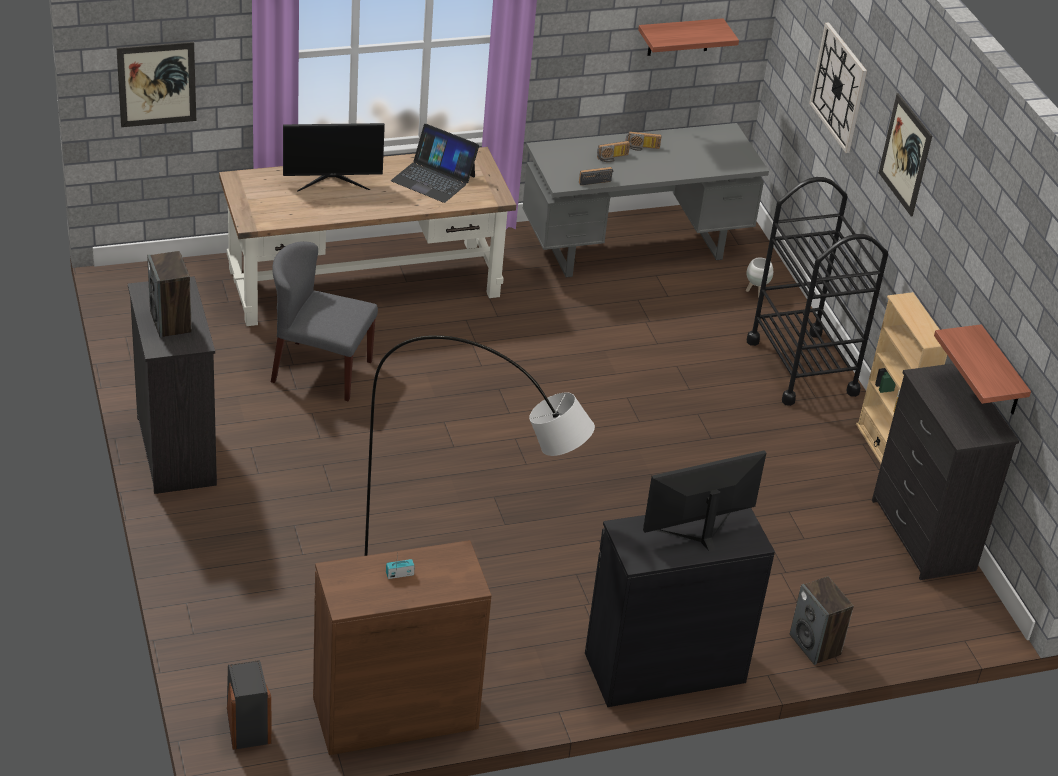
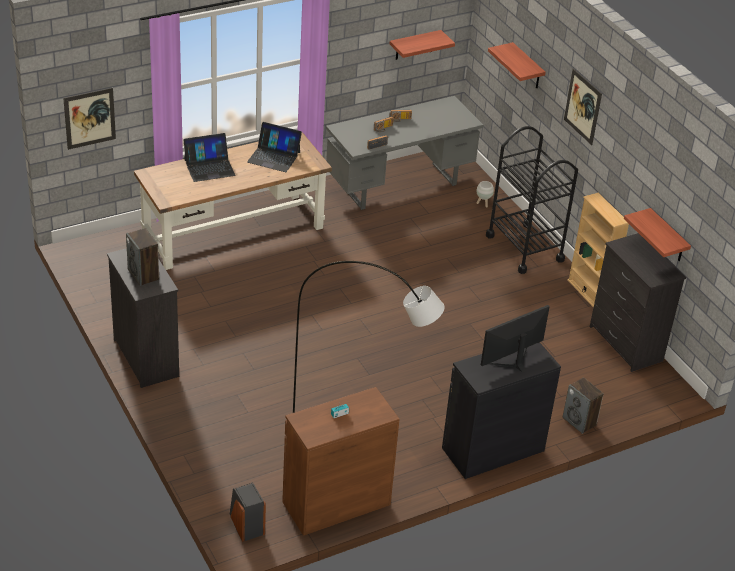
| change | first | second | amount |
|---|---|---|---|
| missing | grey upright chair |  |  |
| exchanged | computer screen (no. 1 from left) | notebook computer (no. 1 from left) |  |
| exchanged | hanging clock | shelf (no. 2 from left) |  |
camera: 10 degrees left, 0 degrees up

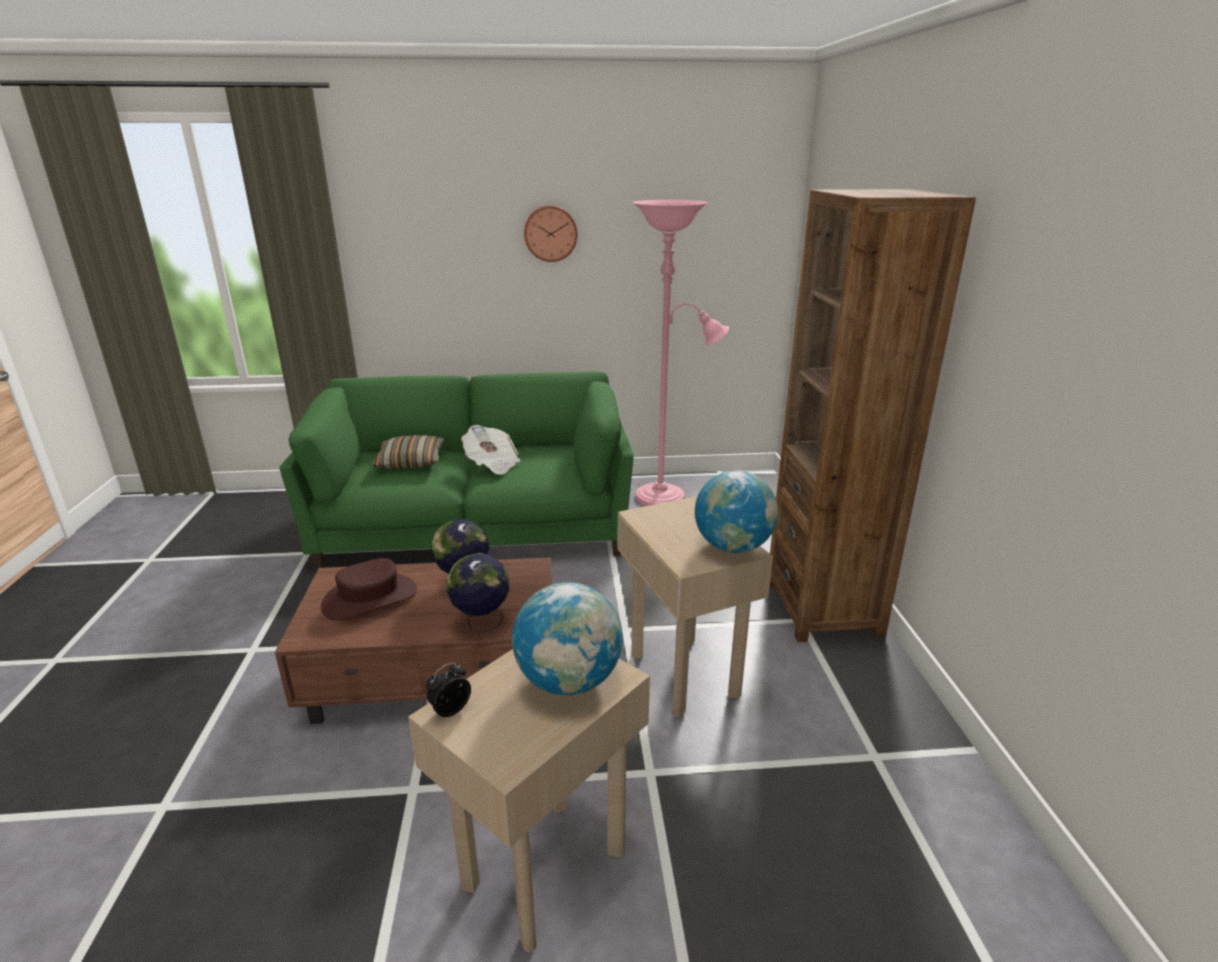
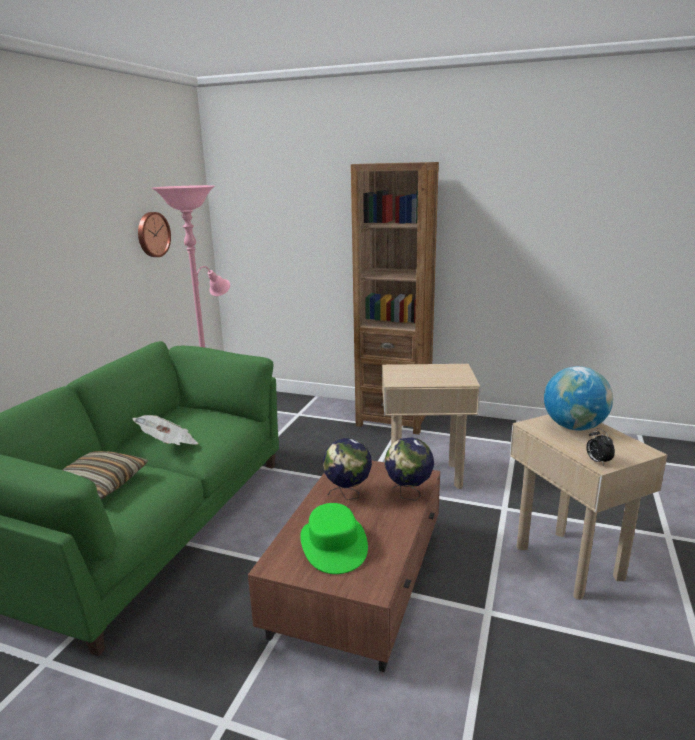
| change | first | second | amount |
|---|---|---|---|
| colour | brown-coloured wearable hat | green-coloured wearable hat |  |
| relocated | hanging clock |  |  |
| missing | world globe (no. 4 from left) |  |  |
camera: 65 degrees left, 5 degrees down

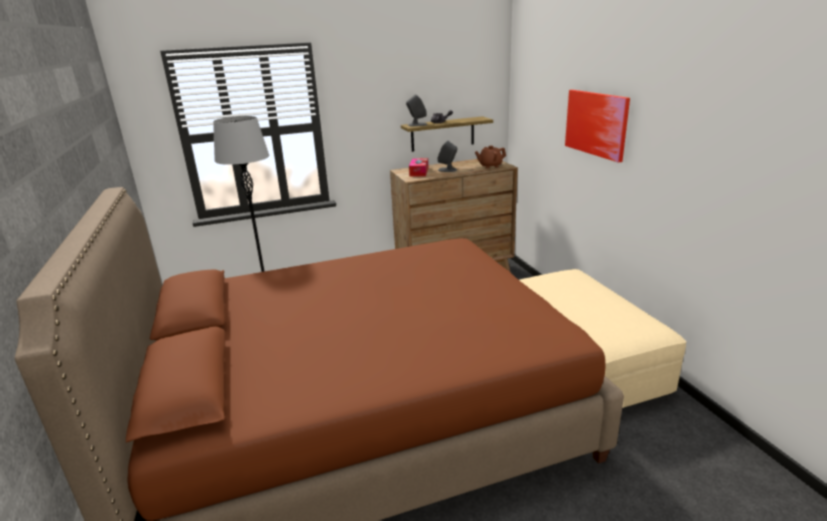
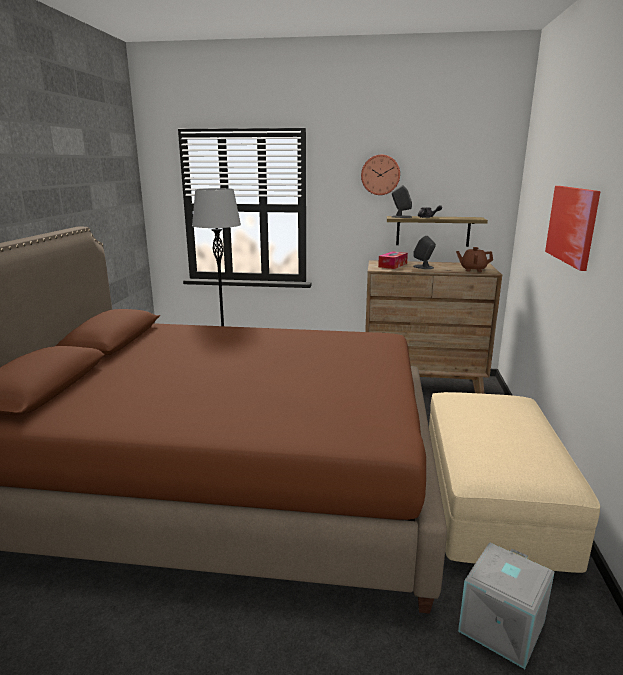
| change | first | second | amount |
|---|---|---|---|
| appeared |  | hanging clock |  |
| appeared |  | grey storage bin |  |
camera: 25 degrees right, 5 degrees down

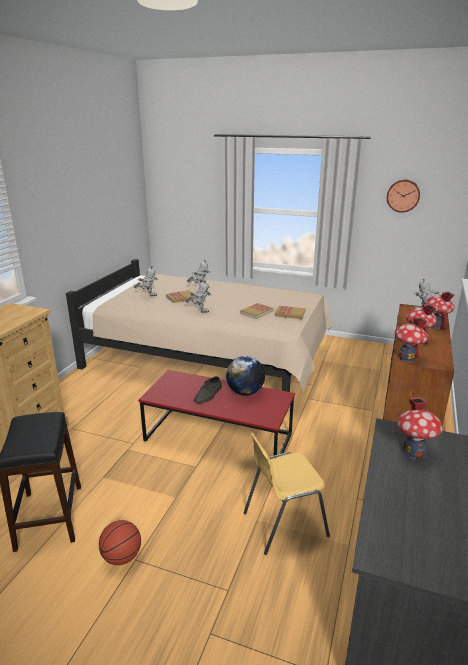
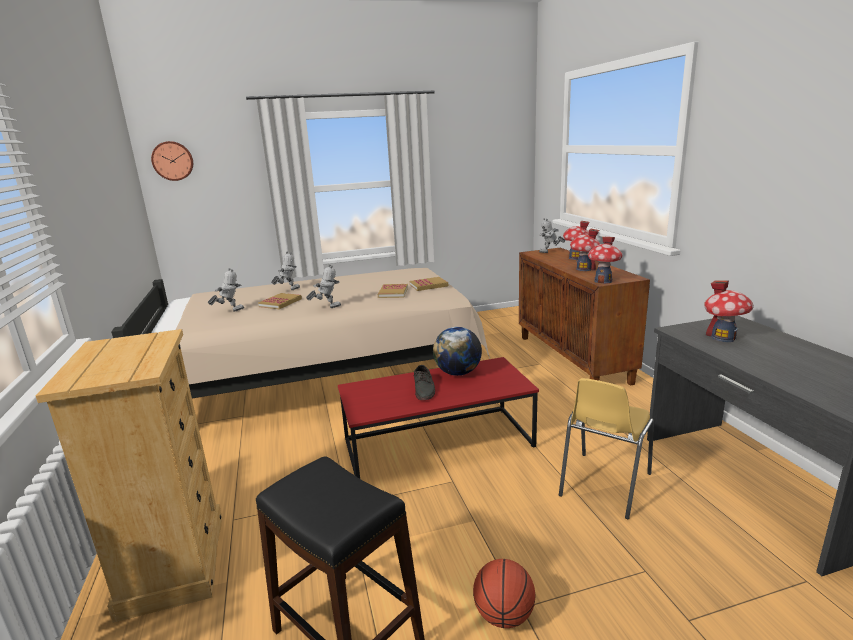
| change | first | second | amount |
|---|---|---|---|
| relocated | hanging clock |  |  |
camera: 35 degrees left, 5 degrees down

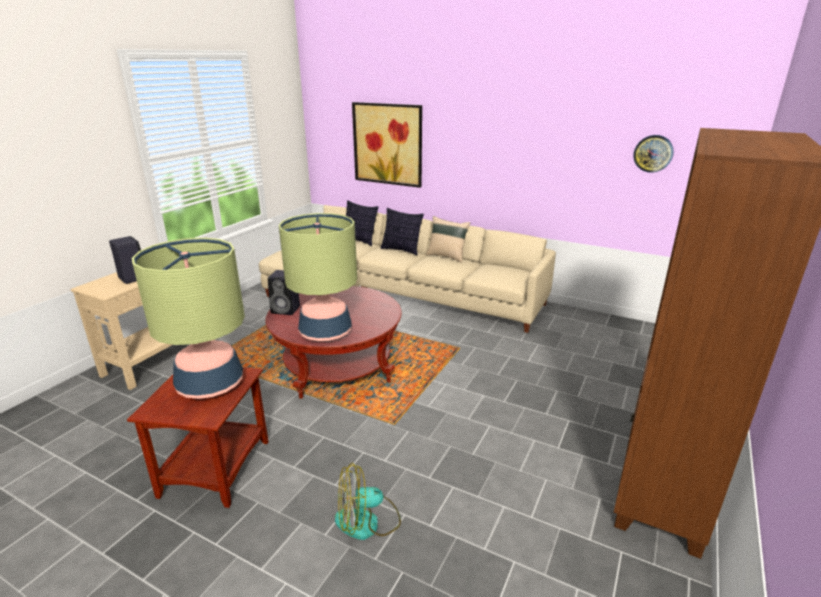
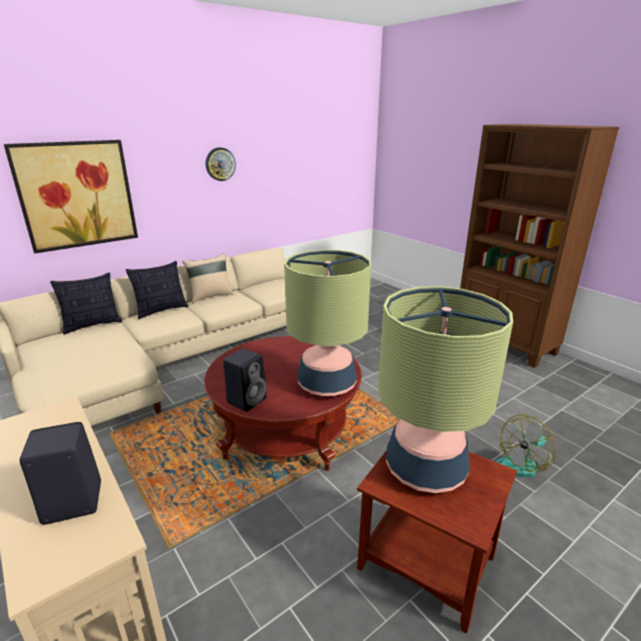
| change | first | second | amount |
|---|---|---|---|
| spun | electric fan |  | 45 degrees clockwise |
| relocated | hanging clock |  |  |
camera: 65 degrees left, 0 degrees up

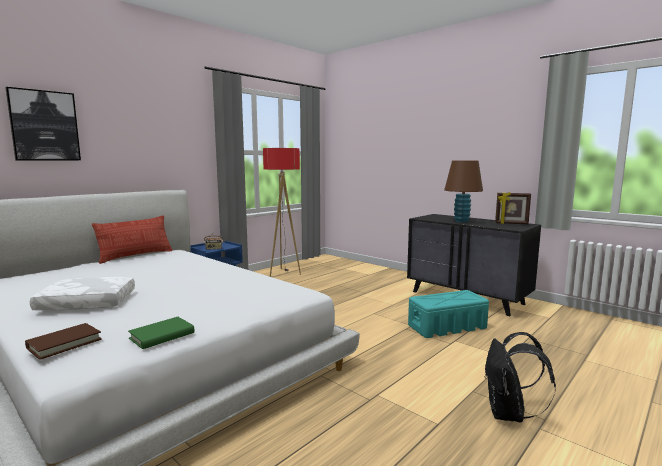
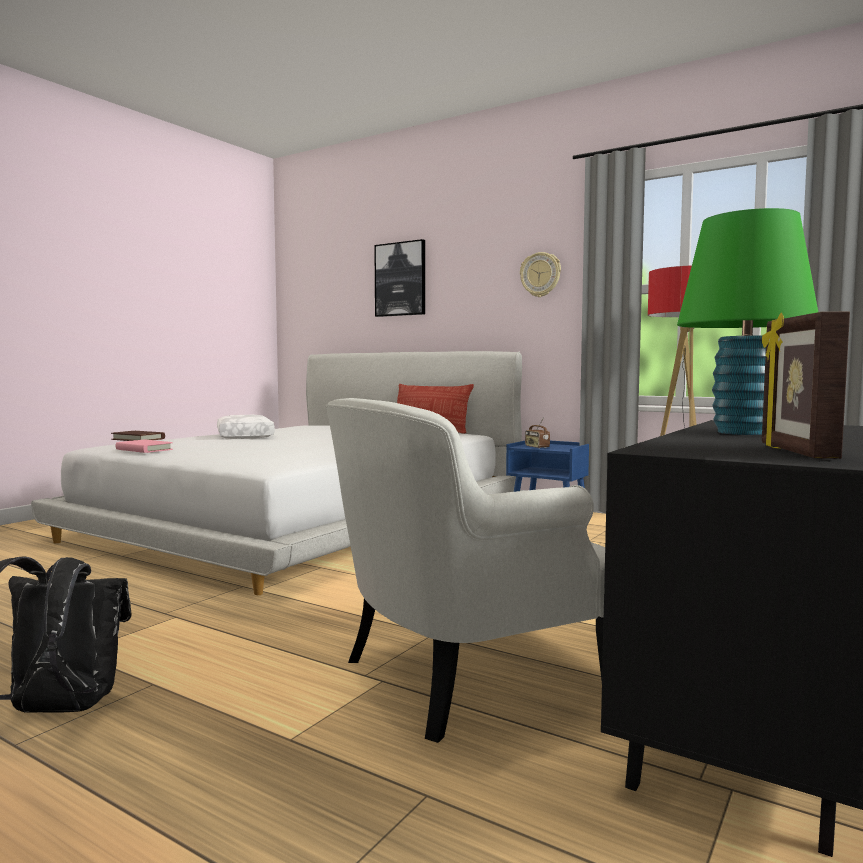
| change | first | second | amount |
|---|---|---|---|
| colour | green-coloured bound book | pink-coloured bound book |  |
| exchanged | turquoise-coloured storage bin | whitish easy chair |  |
| colour | brown-coloured lamp for a table | green-coloured lamp for a table |  |
| appeared |  | hanging clock |  |
camera: 80 degrees right, 5 degrees down

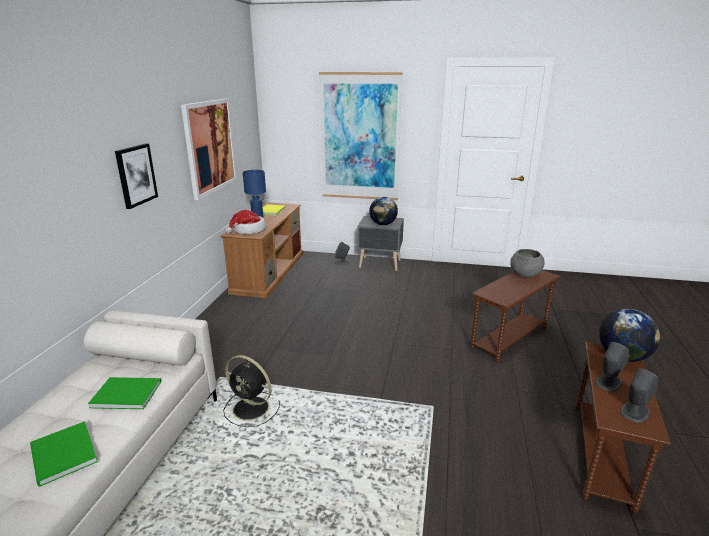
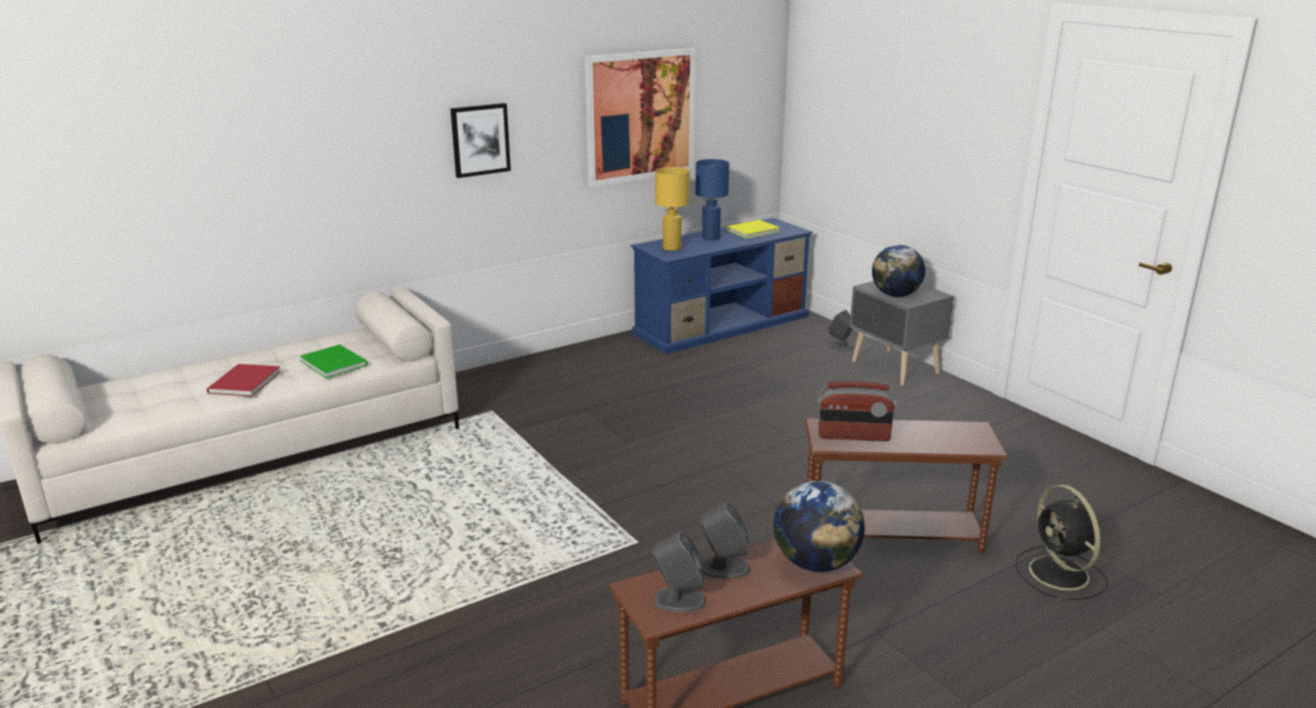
| change | first | second | amount |
|---|---|---|---|
| colour | green-coloured bound book (no. 1 from left) | red bound book |  |
| colour | brown-coloured tv stand | bluish tv stand |  |
| relocated | black electric fan |  |  |
| exchanged | wearable hat | yellow lamp for a table |  |
| missing | picture (no. 3 from left) |  |  |
| missing | grey bowl |  |  |
| appeared |  | radio receiver |  |
camera: 45 degrees right, 0 degrees up

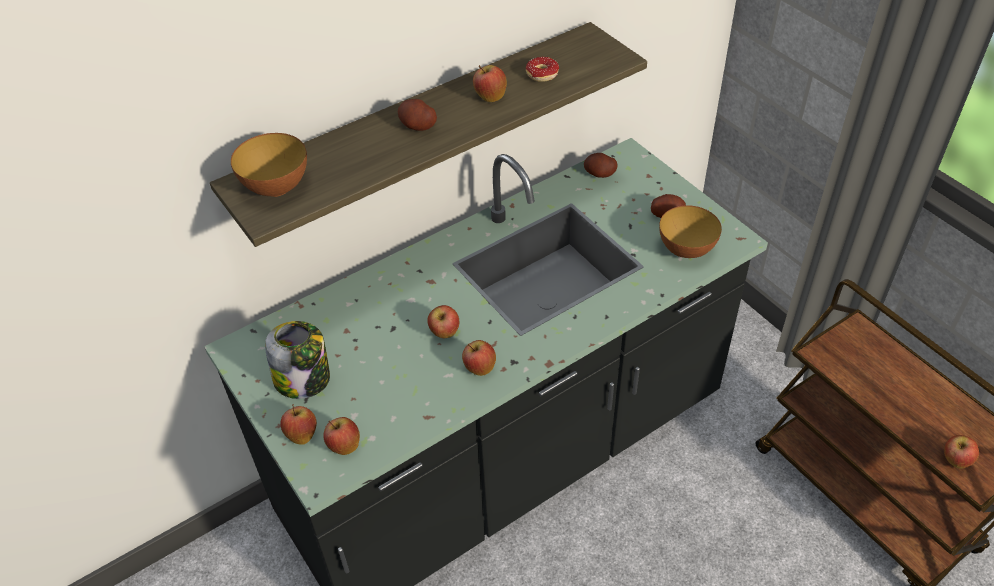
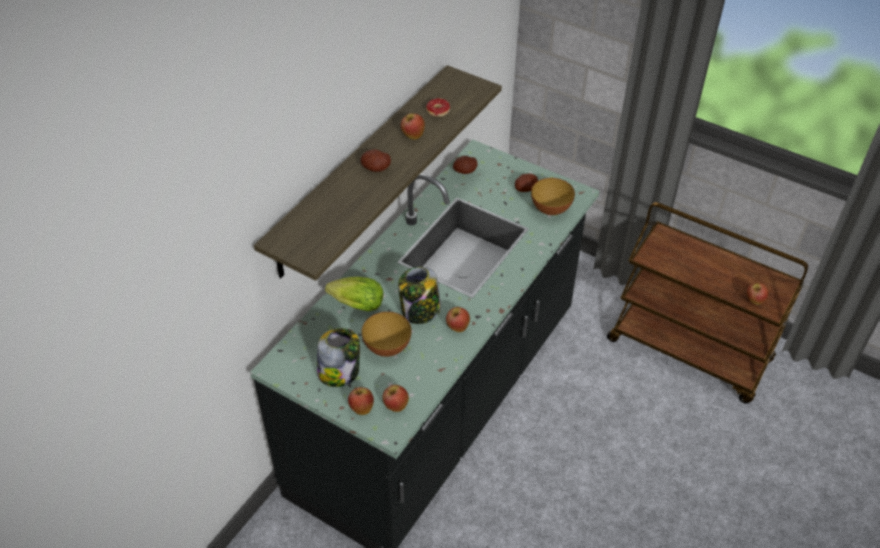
| change | first | second | amount |
|---|---|---|---|
| relocated | bowl (no. 1 from left) |  |  |
| exchanged | apple fruit (no. 3 from left) | storage jar (no. 2 from left) |  |
| appeared |  | head of lettuce |  |
camera: 25 degrees left, 0 degrees up

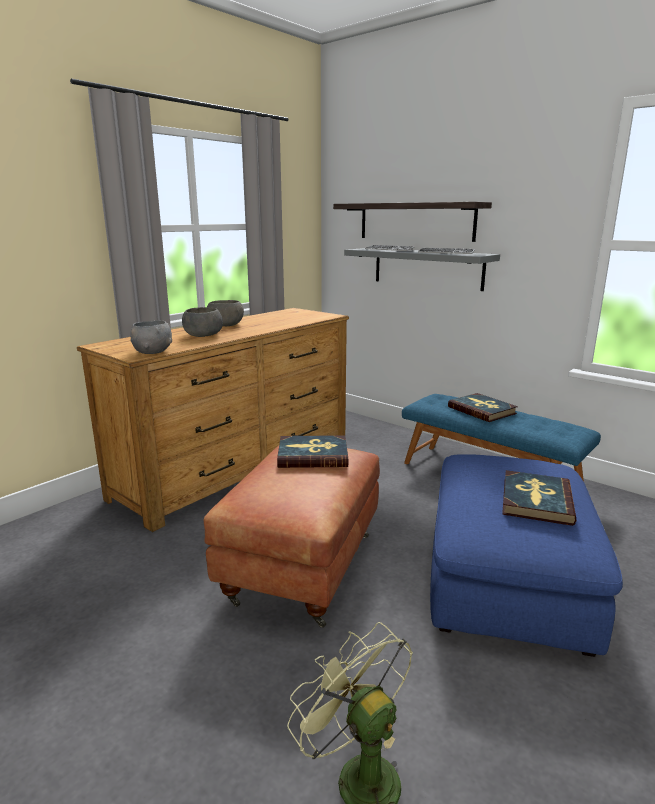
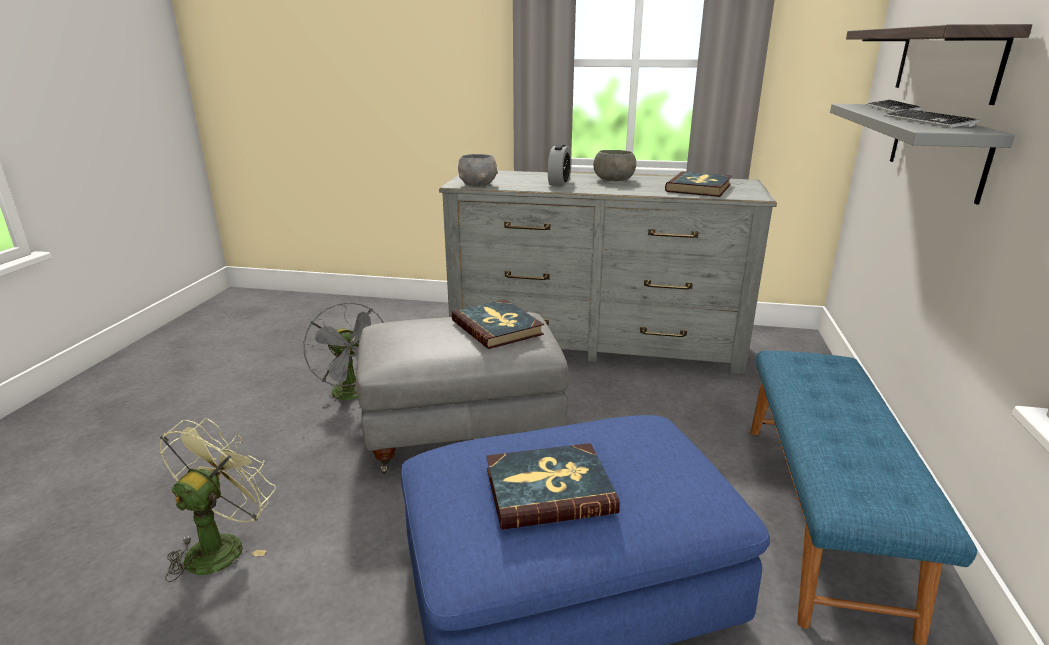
| change | first | second | amount |
|---|---|---|---|
| colour | brown-coloured dresser | grey dresser |  |
| exchanged | grey bowl (no. 2 from left) | alarm clock |  |
| colour | brown-coloured pouffe | grey pouffe |  |
| relocated | bound book (no. 2 from left in the first image) | bound book (no. 3 from left) |  |
| appeared |  | grey electric fan |  |
camera: 60 degrees right, 5 degrees up

